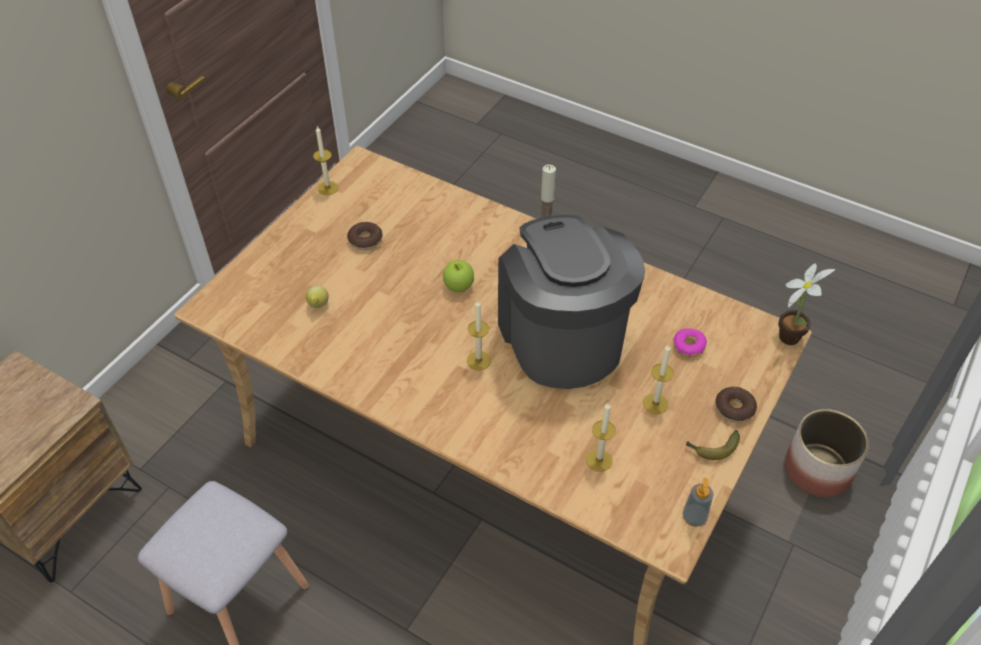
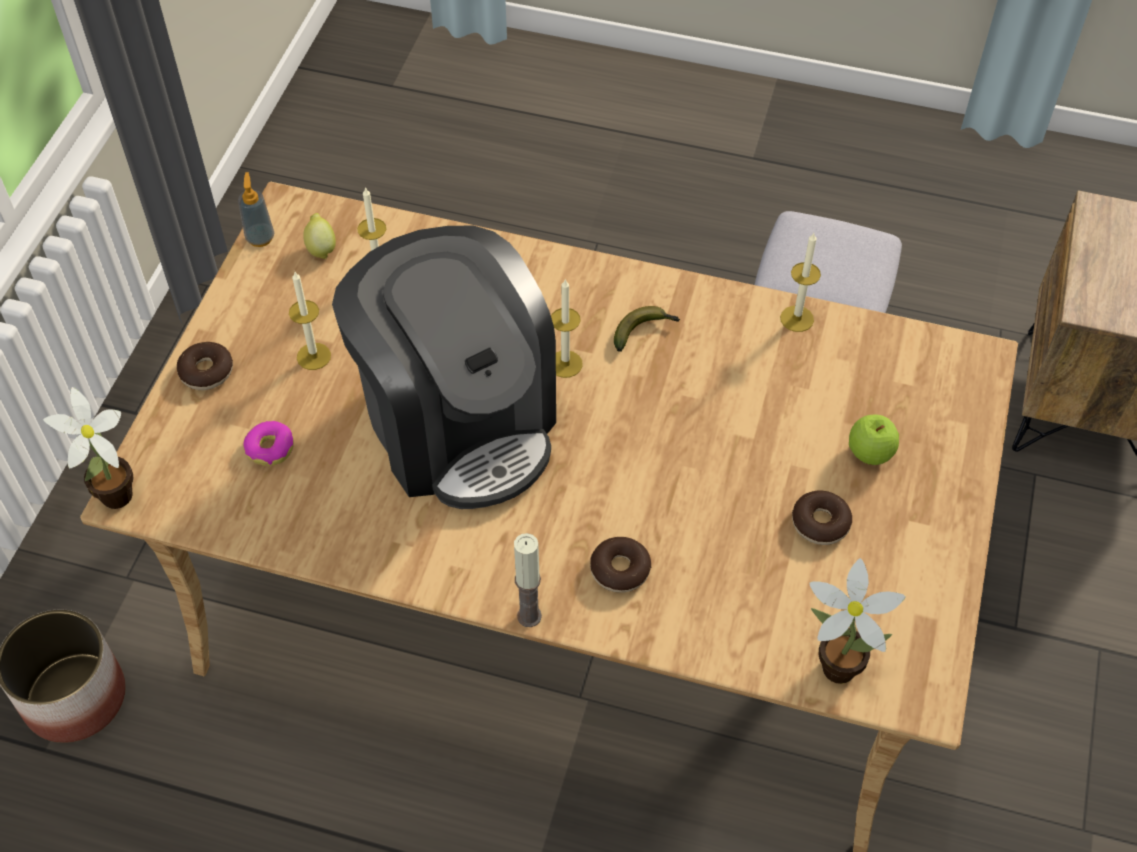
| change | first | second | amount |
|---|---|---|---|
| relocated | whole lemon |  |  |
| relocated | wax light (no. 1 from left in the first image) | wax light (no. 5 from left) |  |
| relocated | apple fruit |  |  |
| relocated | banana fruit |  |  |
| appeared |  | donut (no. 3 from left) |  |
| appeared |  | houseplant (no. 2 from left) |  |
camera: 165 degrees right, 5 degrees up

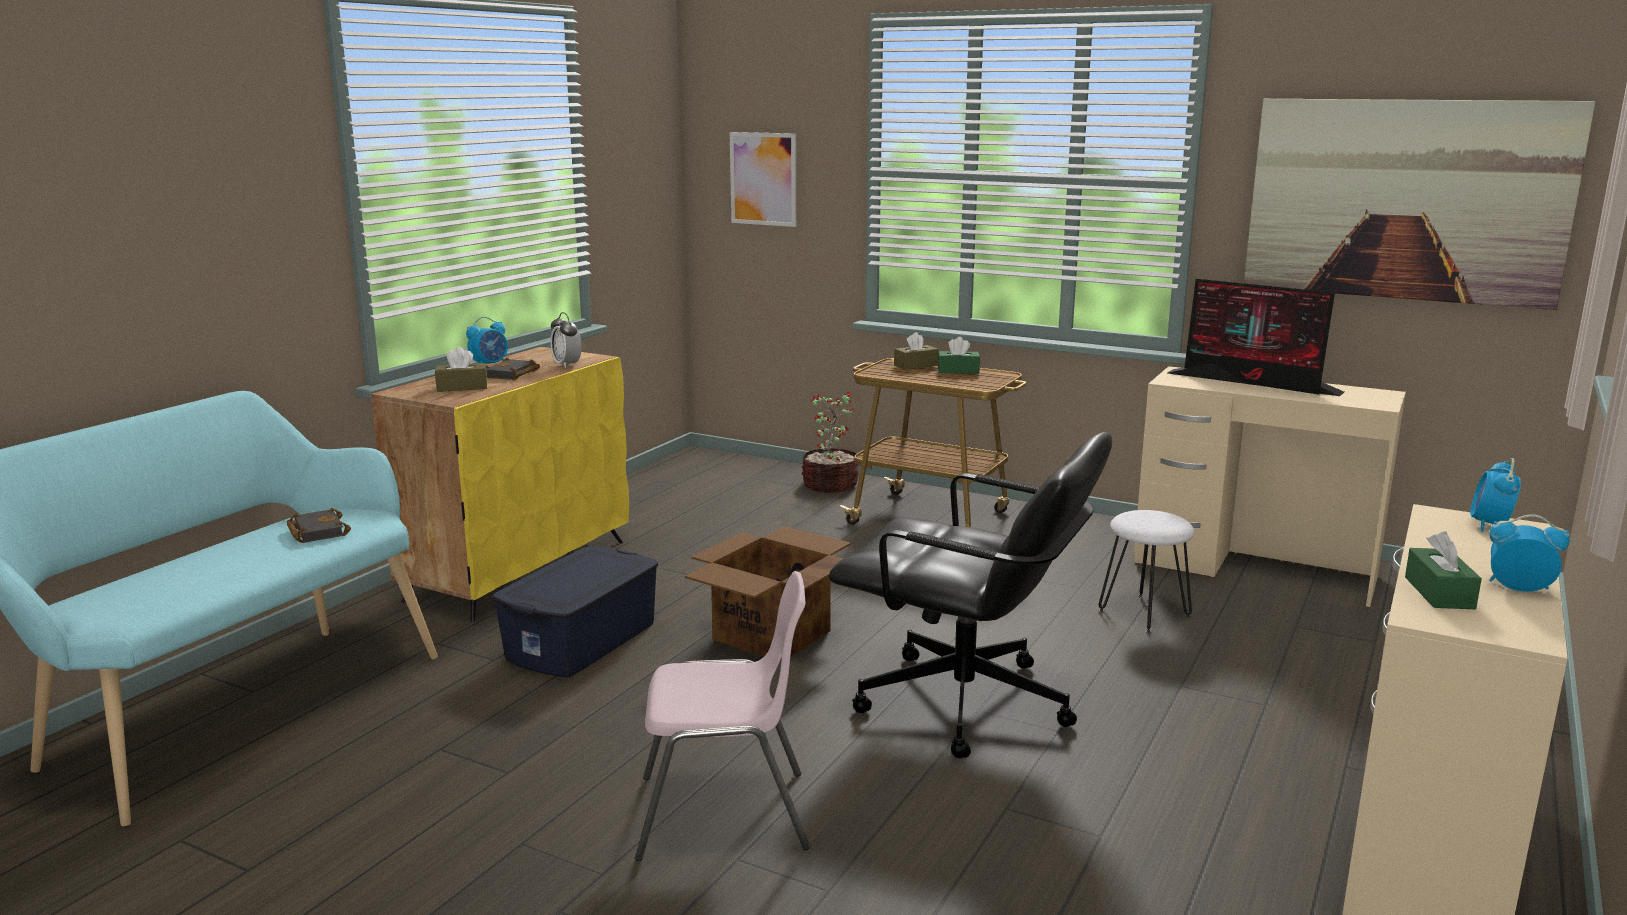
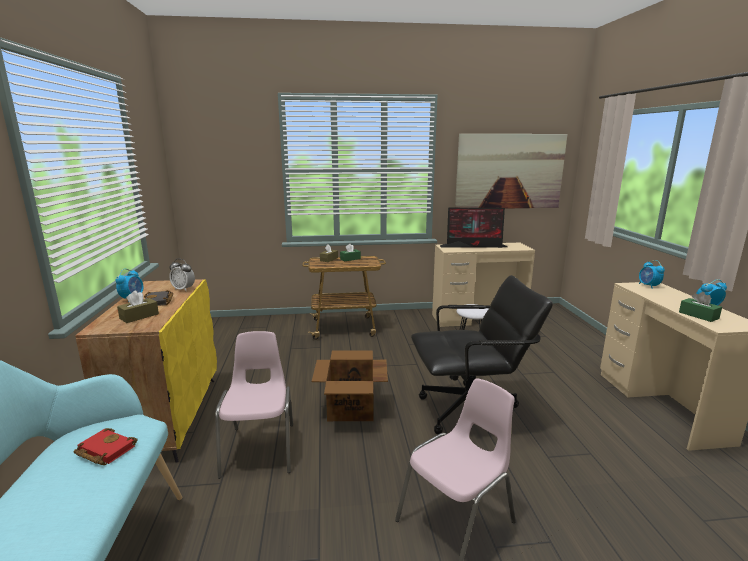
| change | first | second | amount |
|---|---|---|---|
| colour | black bound book (no. 1 from left) | red bound book |  |
| exchanged | bluish storage bin | pink-coloured upright chair (no. 1 from left) |  |
| missing | picture (no. 1 from left) |  |  |
| missing | houseplant |  |  |
camera: 35 degrees left, 0 degrees up

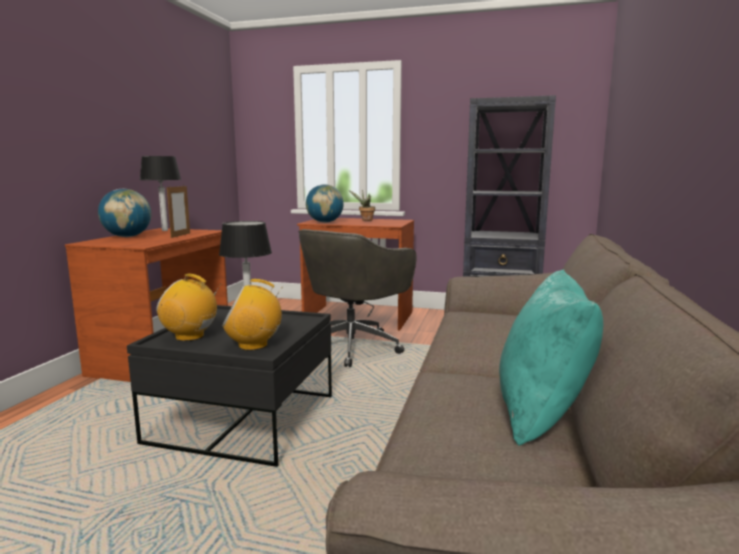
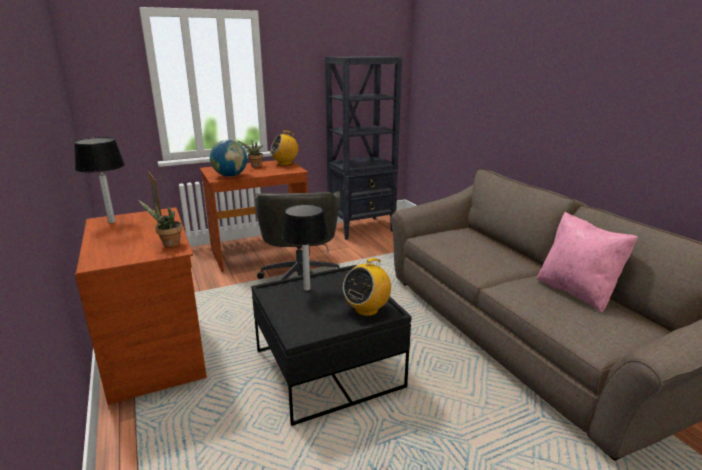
| change | first | second | amount |
|---|---|---|---|
| missing | world globe (no. 1 from left) |  |  |
| relocated | radio receiver (no. 1 from left) |  |  |
| colour | turquoise-coloured pillow | pink-coloured pillow |  |
| appeared |  | houseplant (no. 1 from left) |  |
camera: 40 degrees left, 10 degrees up

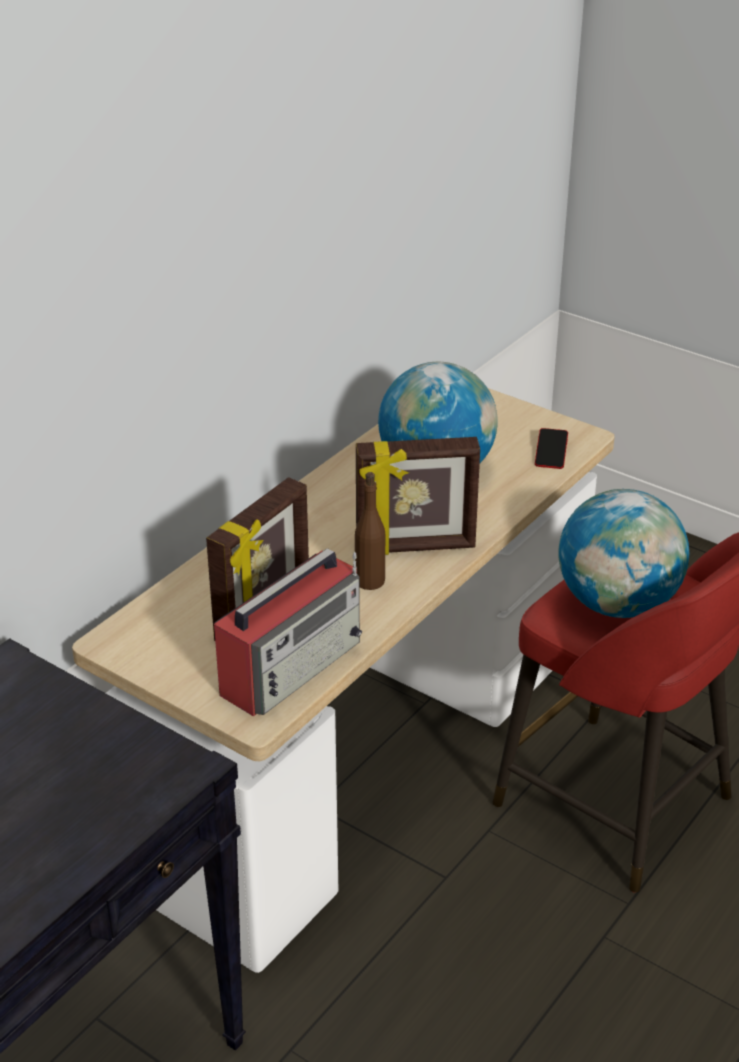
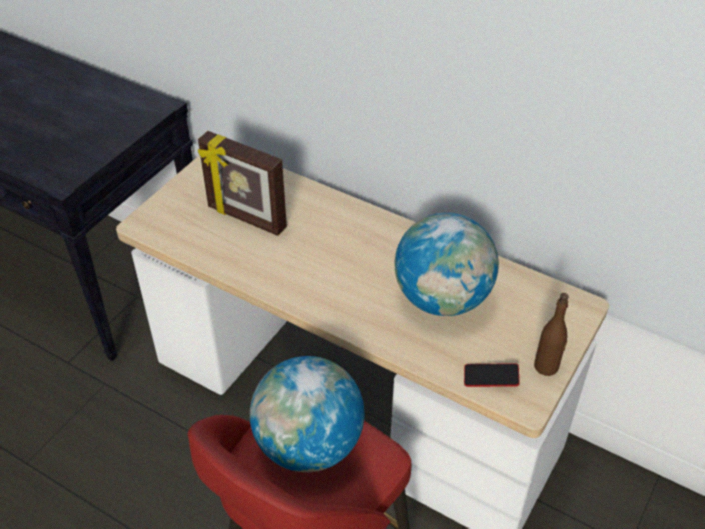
| change | first | second | amount |
|---|---|---|---|
| missing | radio receiver |  |  |
| relocated | brown-coloured drink bottle |  |  |
| missing | photo frame (no. 2 from left) |  |  |
camera: 85 degrees right, 10 degrees up

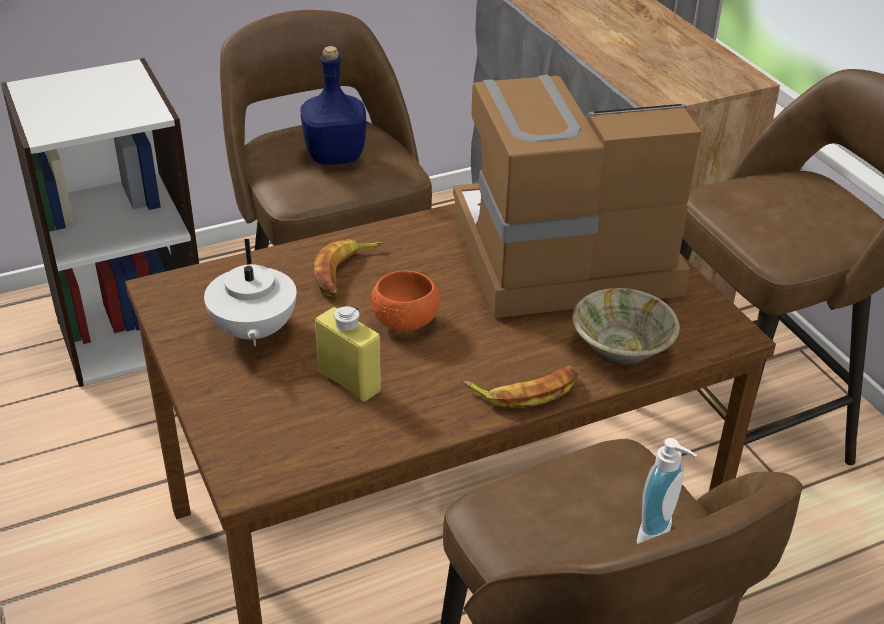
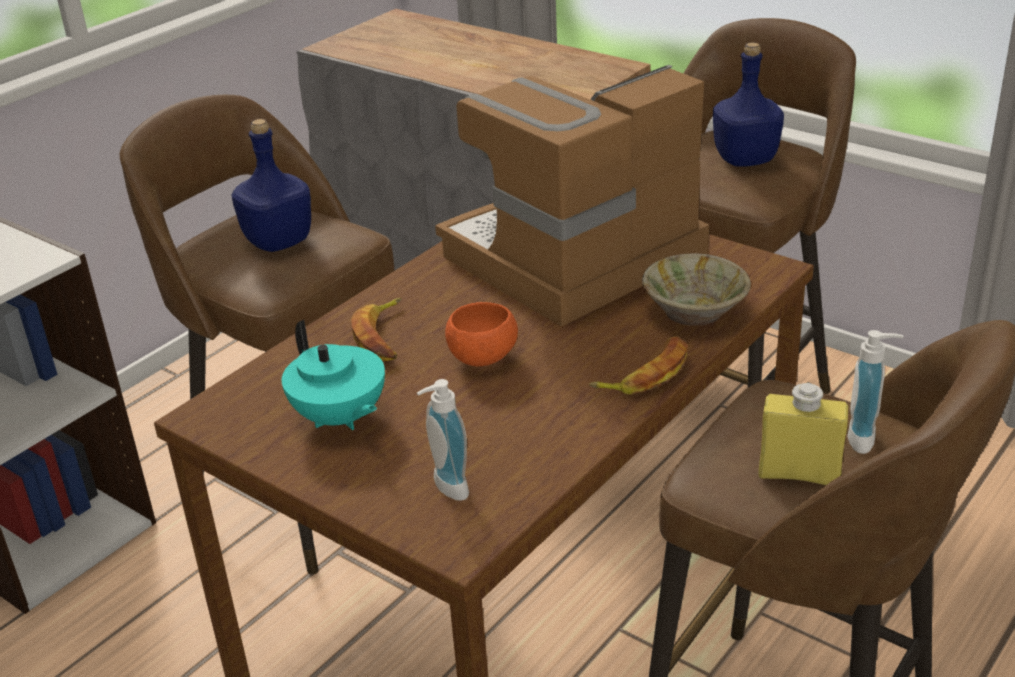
| change | first | second | amount |
|---|---|---|---|
| colour | whitish teapot | turquoise-coloured teapot |  |
| relocated | yellow drink bottle |  |  |
| appeared |  | liquid soap bottle (no. 1 from left) |  |
| appeared |  | bluish drink bottle (no. 2 from left) |  |
camera: 25 degrees left, 5 degrees down

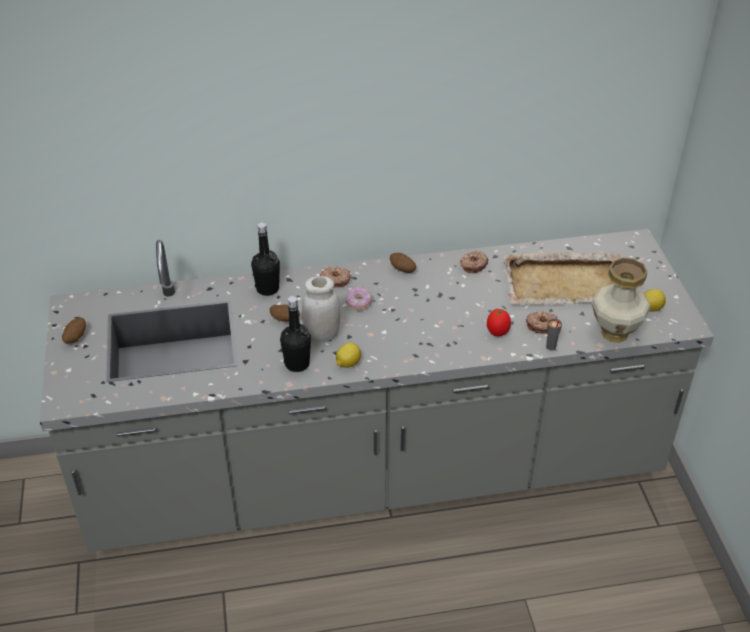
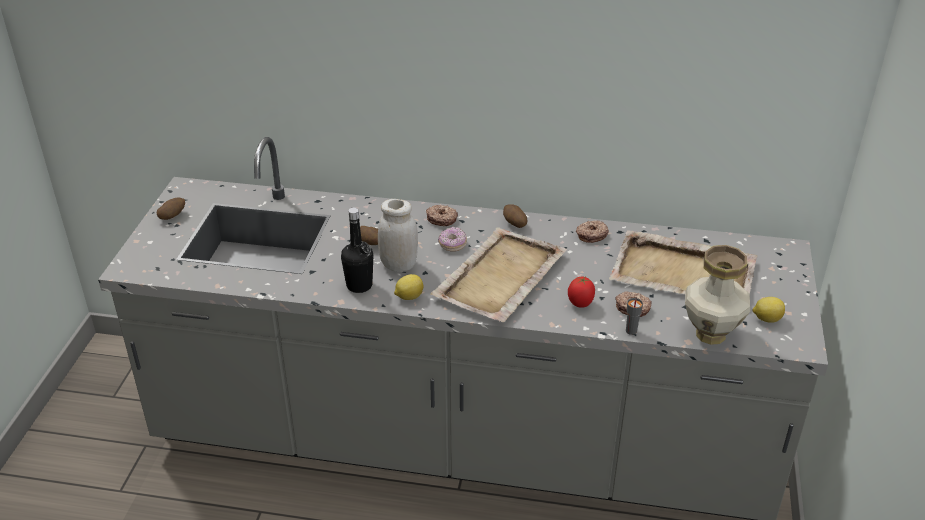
| change | first | second | amount |
|---|---|---|---|
| missing | black drink bottle (no. 1 from left) |  |  |
| appeared |  | beige tray (no. 1 from left) |  |
camera: 20 degrees right, 5 degrees down

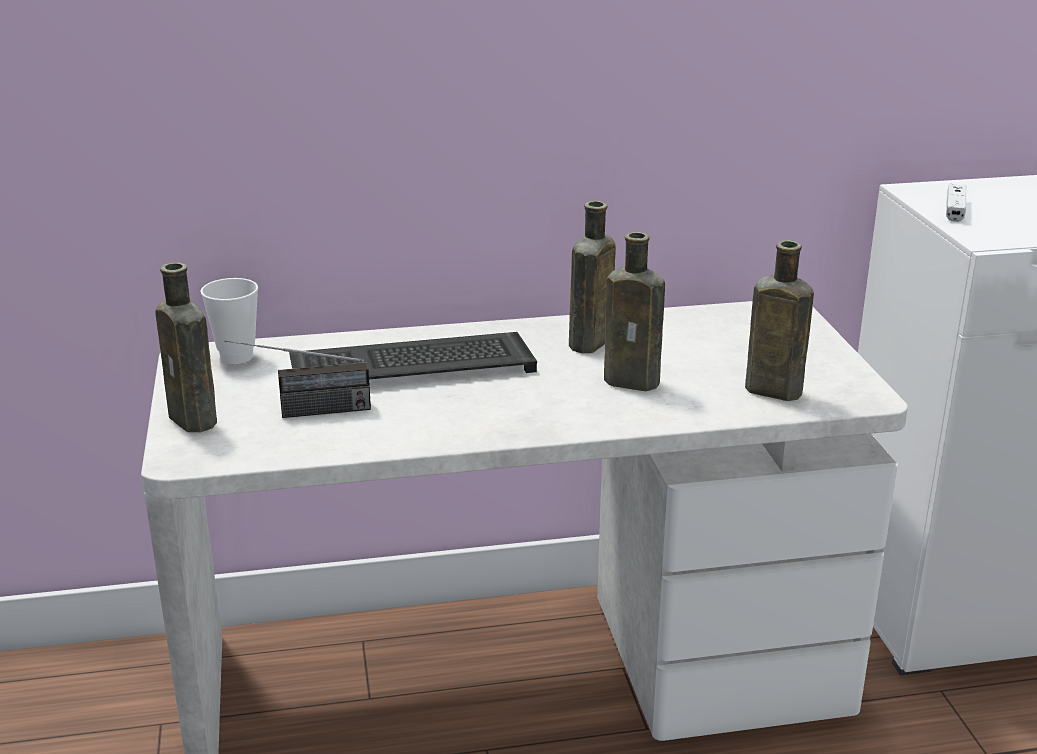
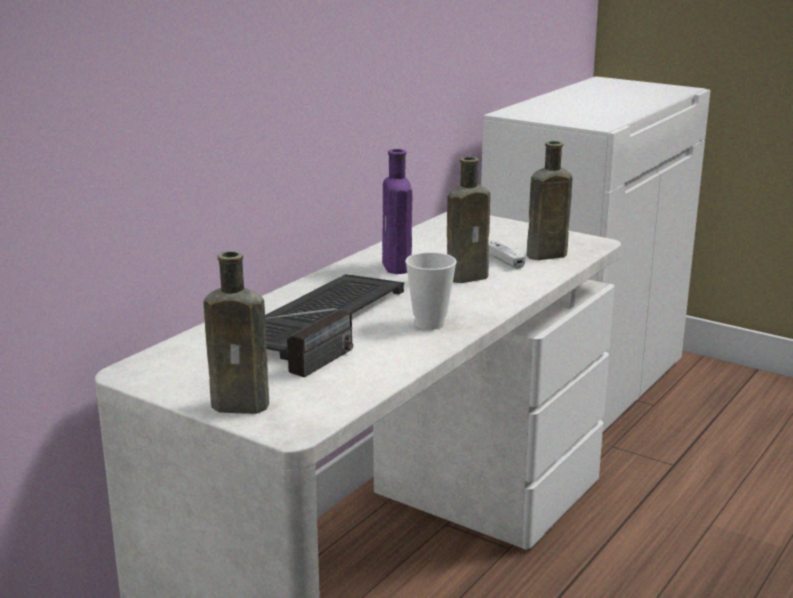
| change | first | second | amount |
|---|---|---|---|
| relocated | cup |  |  |
| colour | brown-coloured drink bottle (no. 2 from left) | purple drink bottle |  |
| relocated | whitish game controller |  |  |
camera: 45 degrees left, 5 degrees down

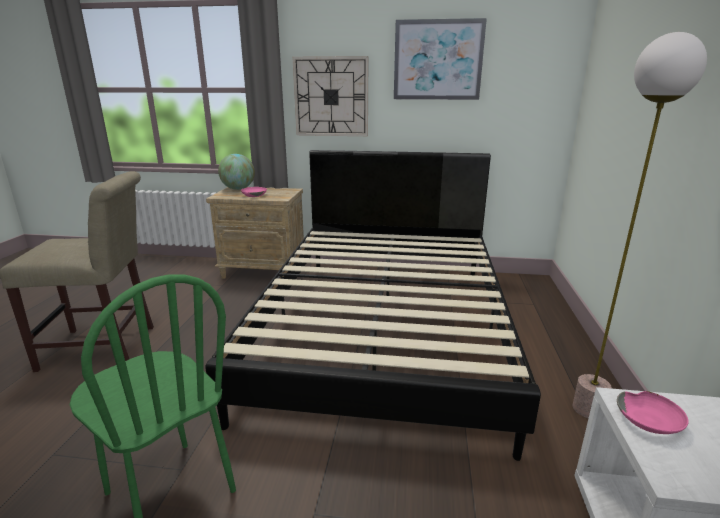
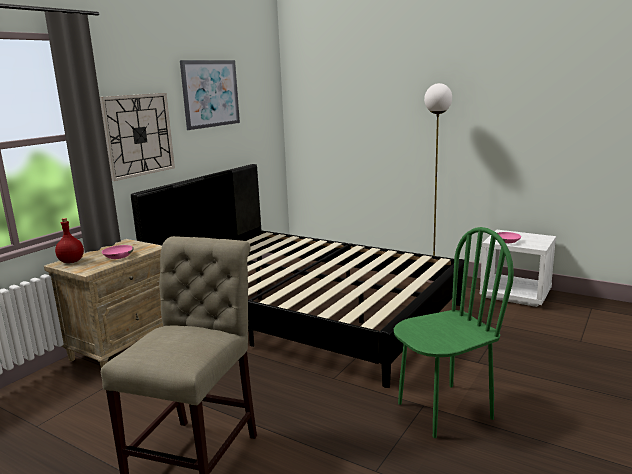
| change | first | second | amount |
|---|---|---|---|
| exchanged | world globe | red drink bottle |  |
camera: 65 degrees left, 5 degrees down

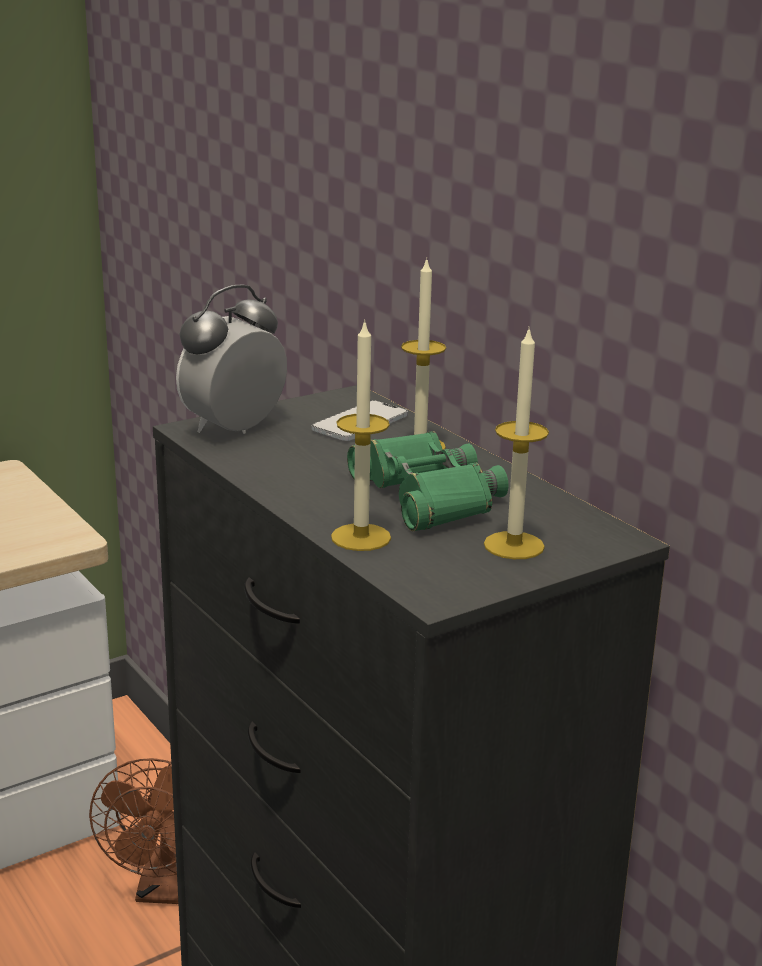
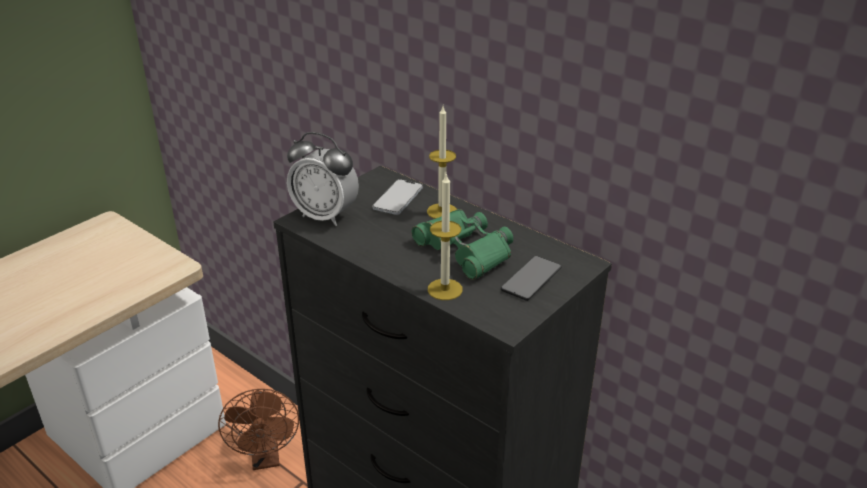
| change | first | second | amount |
|---|---|---|---|
| spun | alarm clock |  | 90 degrees counterclockwise |
| exchanged | wax light (no. 3 from left) | telephone (no. 2 from left) |  |
camera: 15 degrees left, 10 degrees up

